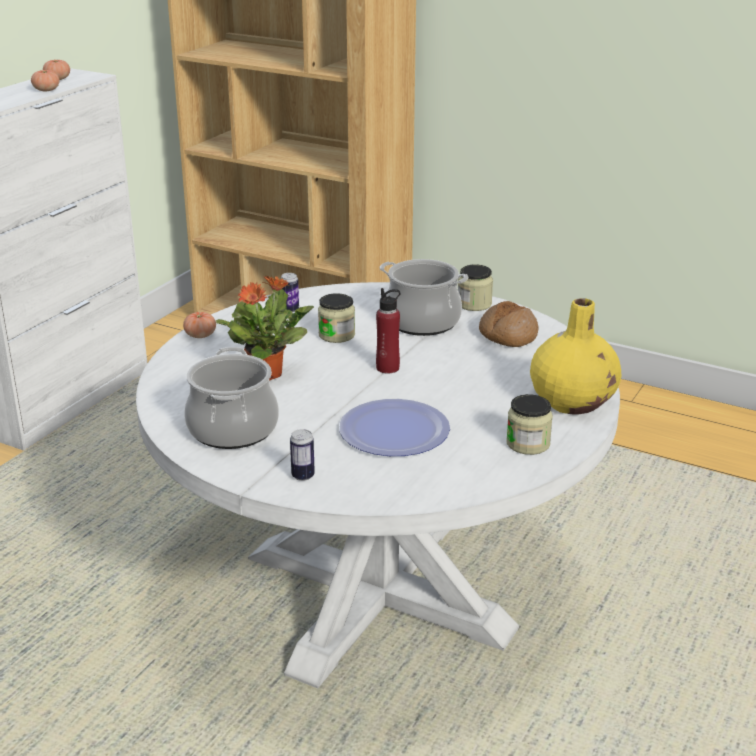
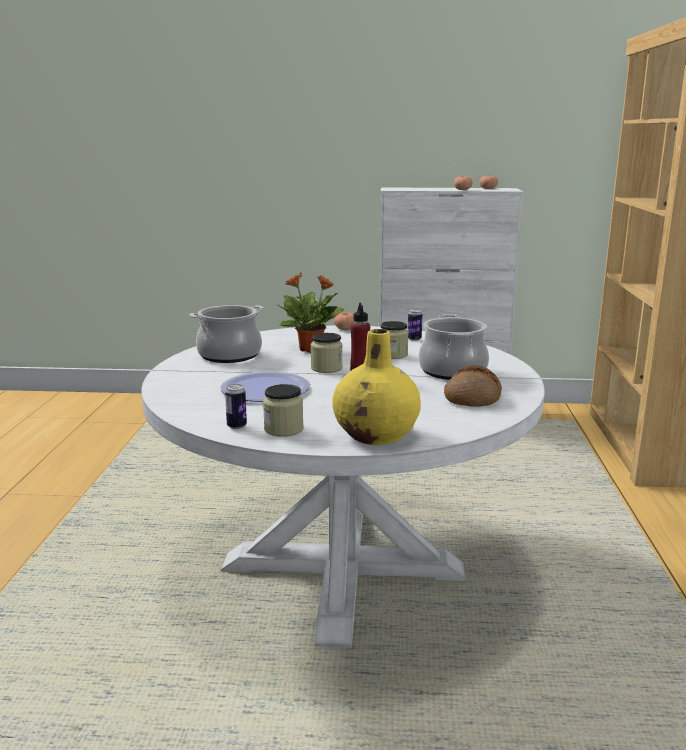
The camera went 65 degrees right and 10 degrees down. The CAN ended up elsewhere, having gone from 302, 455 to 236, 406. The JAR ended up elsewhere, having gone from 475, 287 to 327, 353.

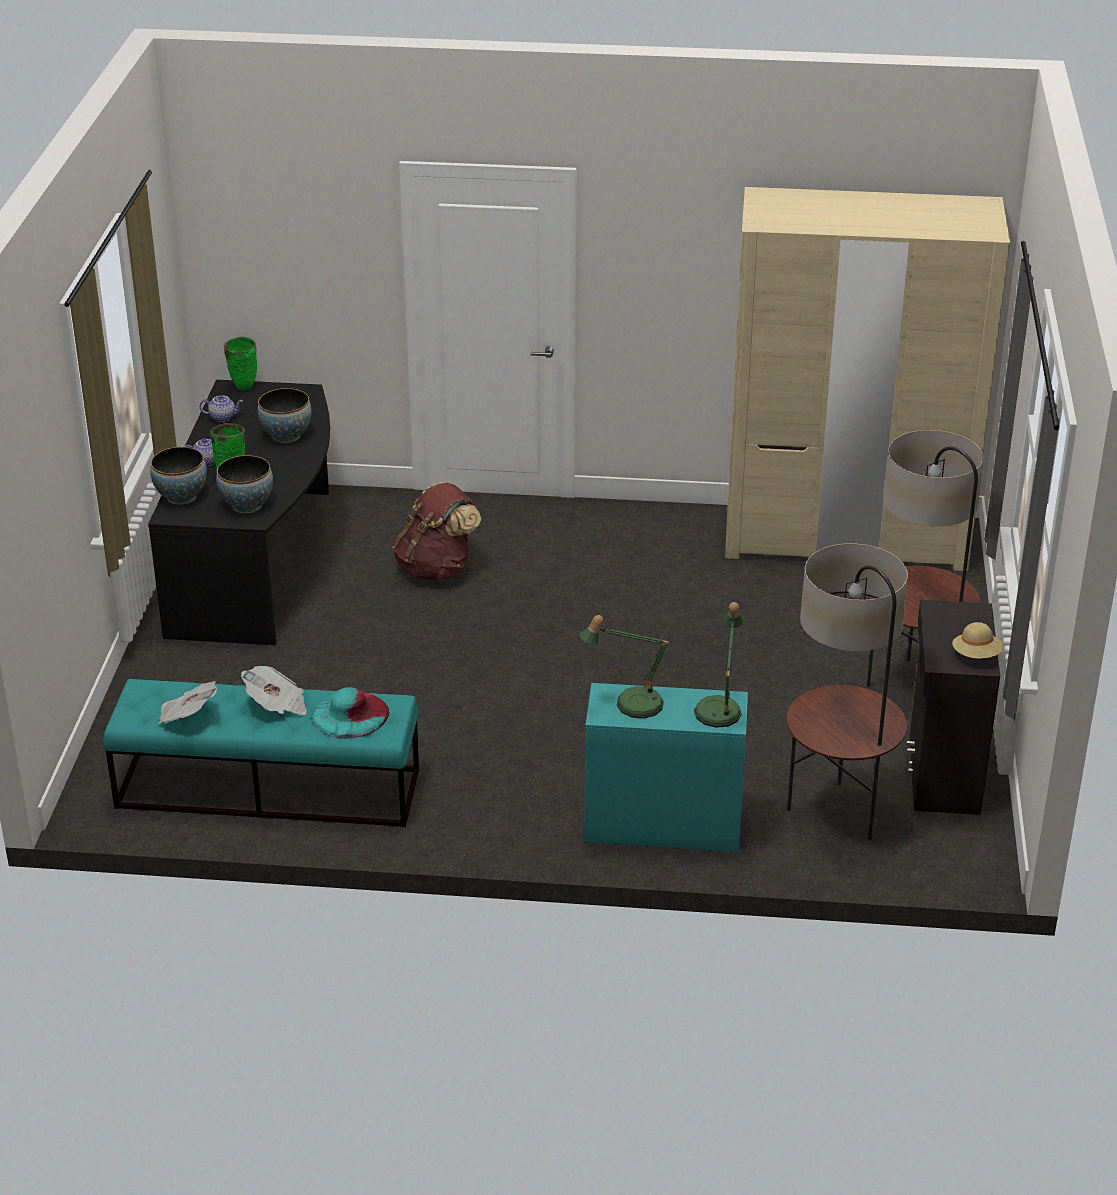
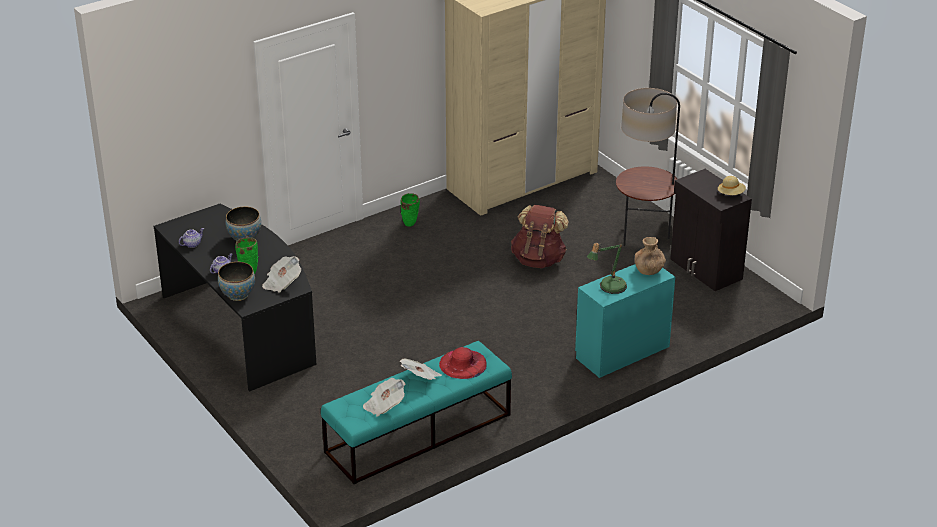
The camera went 40 degrees left and 0 degrees up. Where the BOWL stood at 244, 484, the NEWSPAPER came to stand at 281, 274. The GREEN VASE ended up elsewhere, having gone from 240, 364 to 410, 210. What was the TURQUOISE HAT at 350, 713 turned into the RED HAT at 463, 363. The BROWN BACKPACK ended up elsewhere, having gone from 436, 531 to 540, 236. Where the TABLE LAMP stood at 719, 665, the BROWN VASE came to stand at 650, 256. The second view lost the FLOOR LAMP at 847, 692.

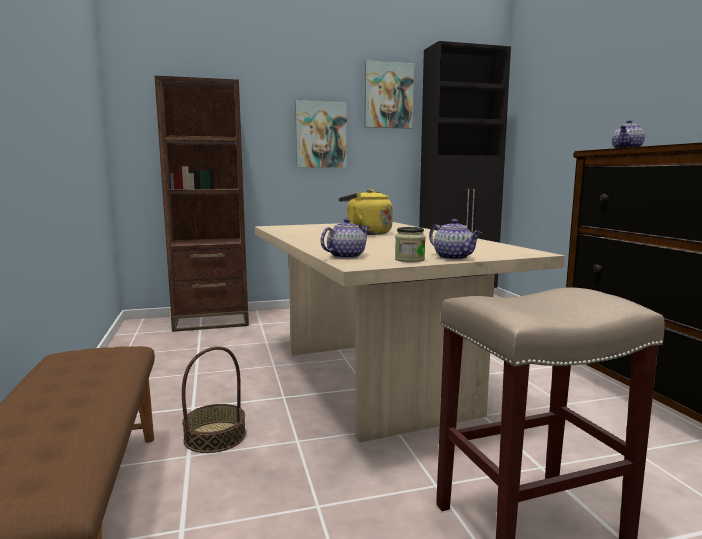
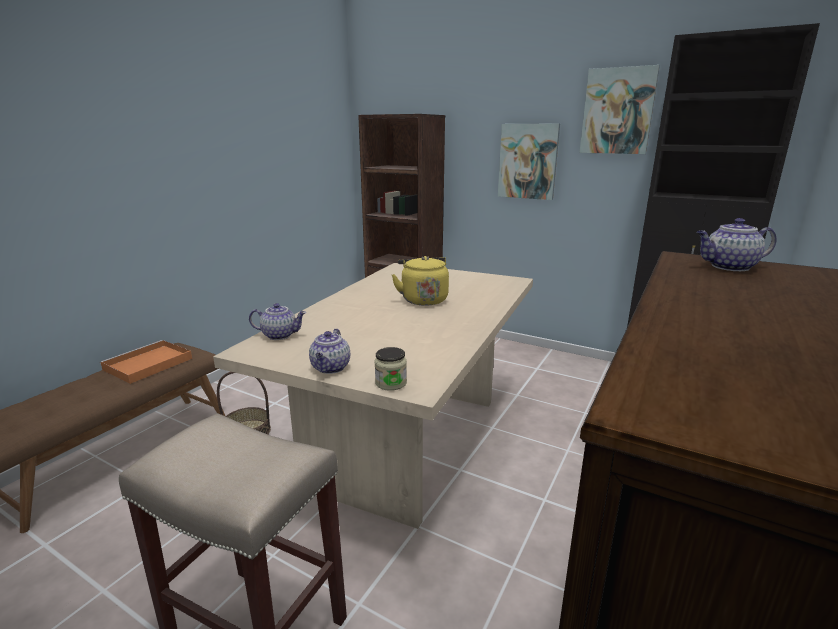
The camera went 45 degrees right and 10 degrees up. The JAR ended up elsewhere, having gone from 410, 244 to 391, 369. The second view gained the ORANGE TRAY at 146, 362.

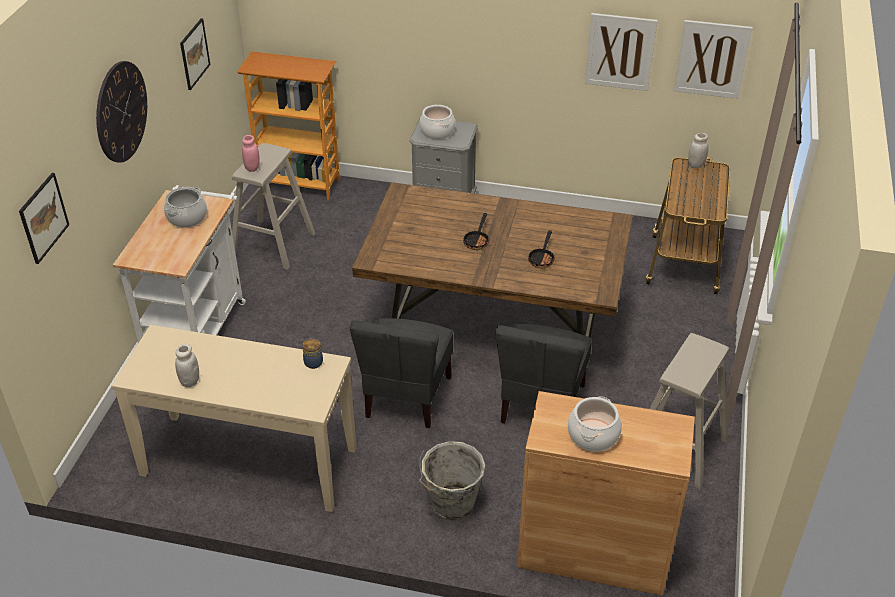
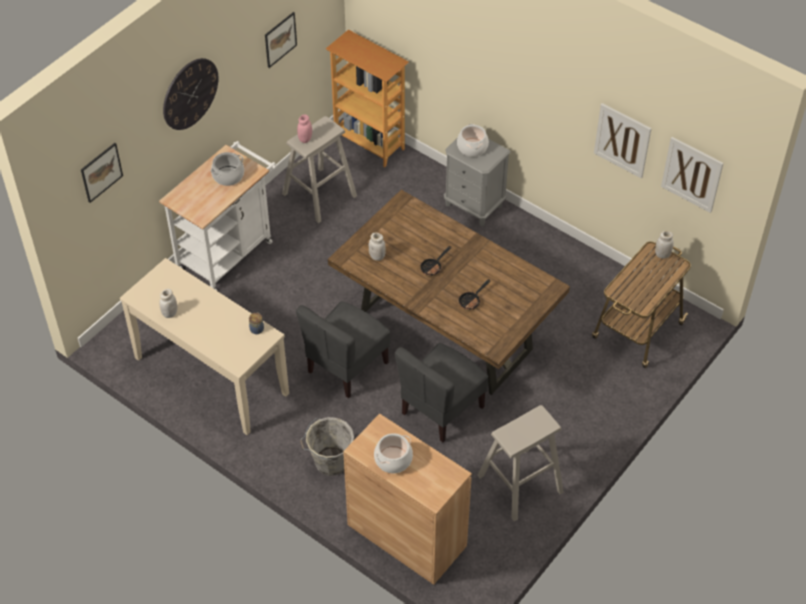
The camera went 25 degrees right and 10 degrees up. The second view gained the WHITE JAR at 377, 246.

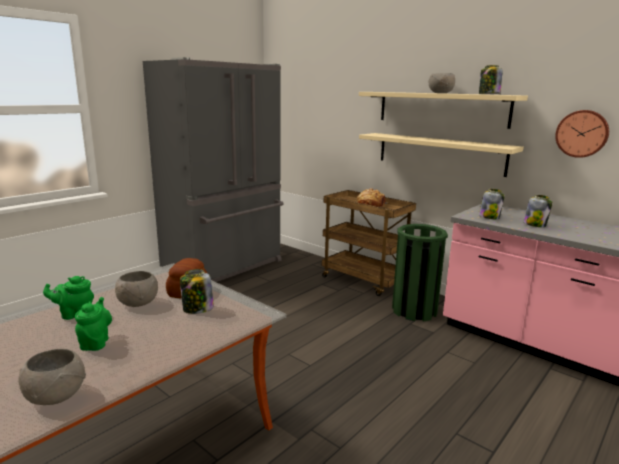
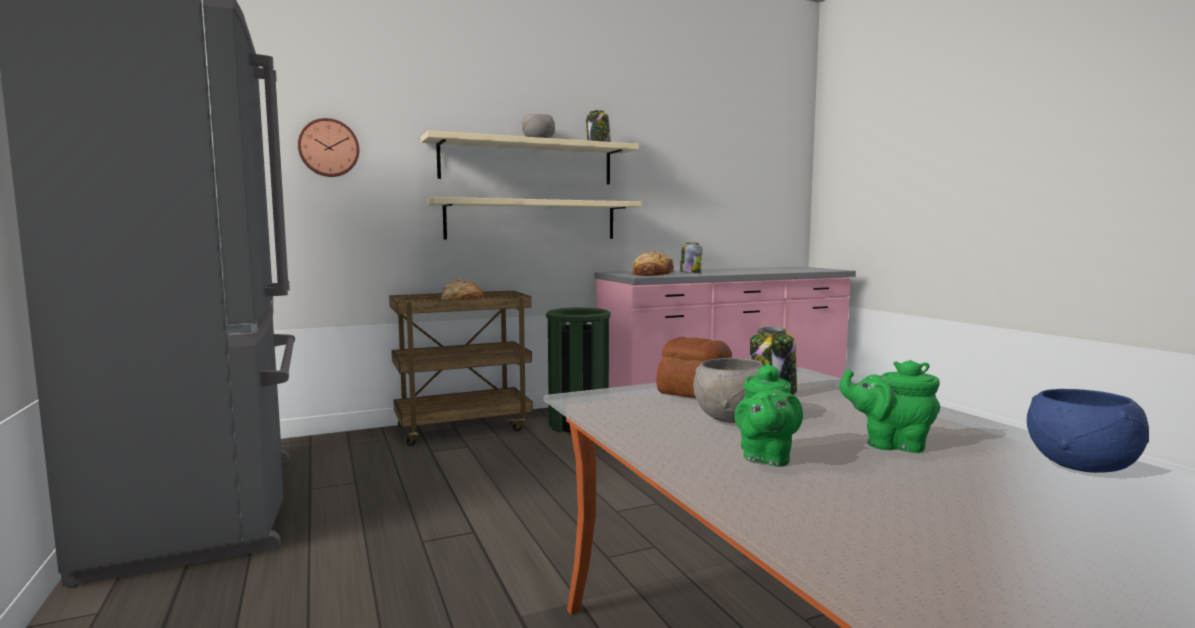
The camera went 65 degrees left and 10 degrees down. What was the GREY BOWL at 52, 377 turned into the BLUE BOWL at 1088, 431. Where the JAR stood at 492, 204, the BREAD came to stand at 654, 263. The WALL CLOCK ended up elsewhere, having gone from 582, 134 to 328, 147.

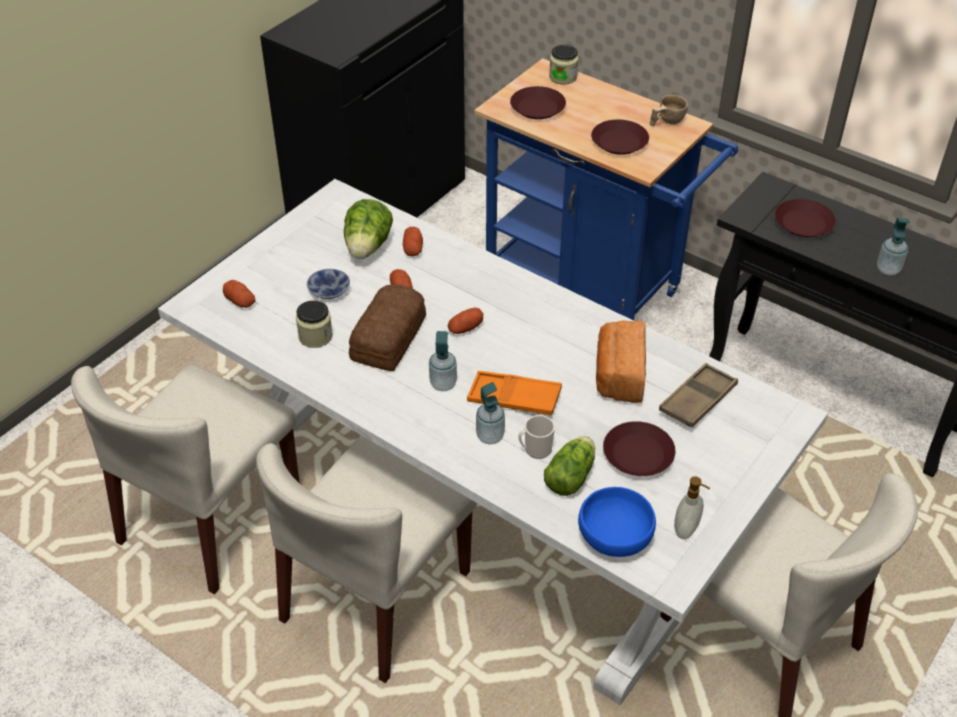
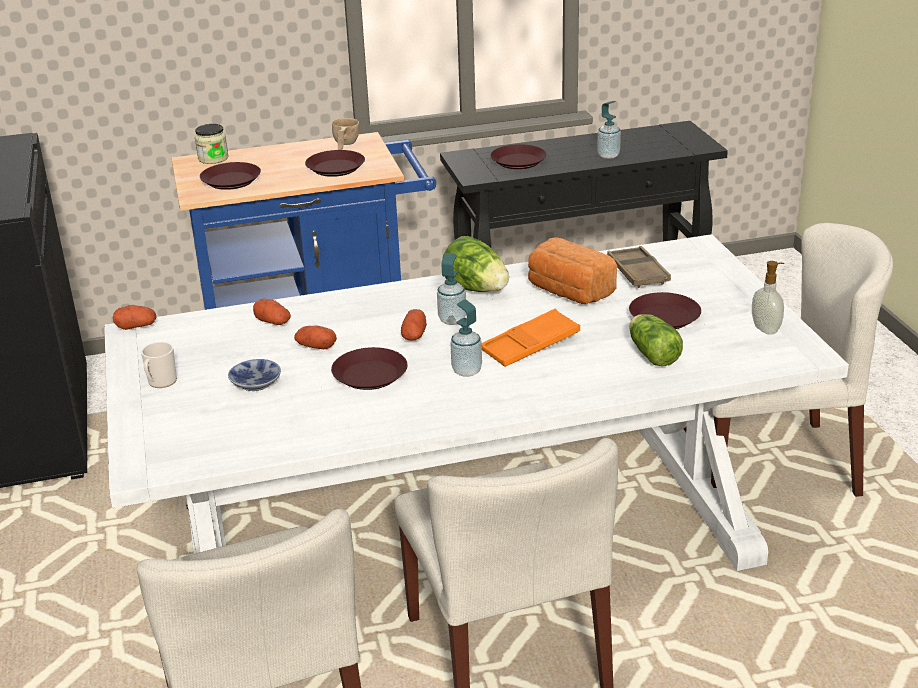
The camera went 50 degrees left and 15 degrees down. The POTATO ended up elsewhere, having gone from 239, 294 to 135, 317. The second view lost the JAR at 314, 324. The LETTUCE ended up elsewhere, having gone from 368, 229 to 476, 264. Where the BREAD stood at 387, 328, the BROWN PLATE came to stand at 369, 368. The SOAP DISPENSER ended up elsewhere, having gone from 490, 413 to 451, 289. The MUG ended up elsewhere, having gone from 536, 437 to 159, 365. The second view lost the BLUE BOWL at 617, 522.

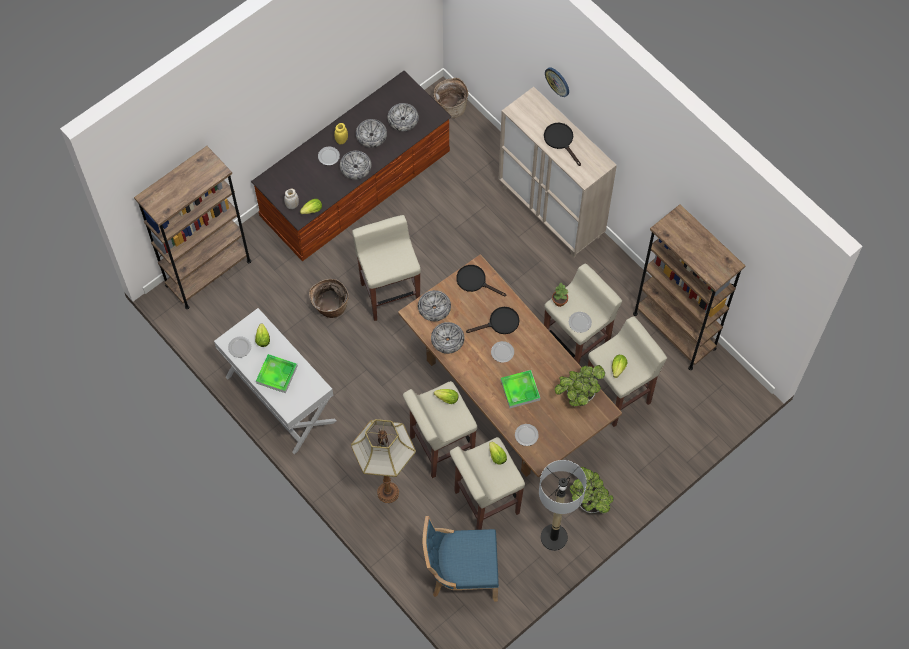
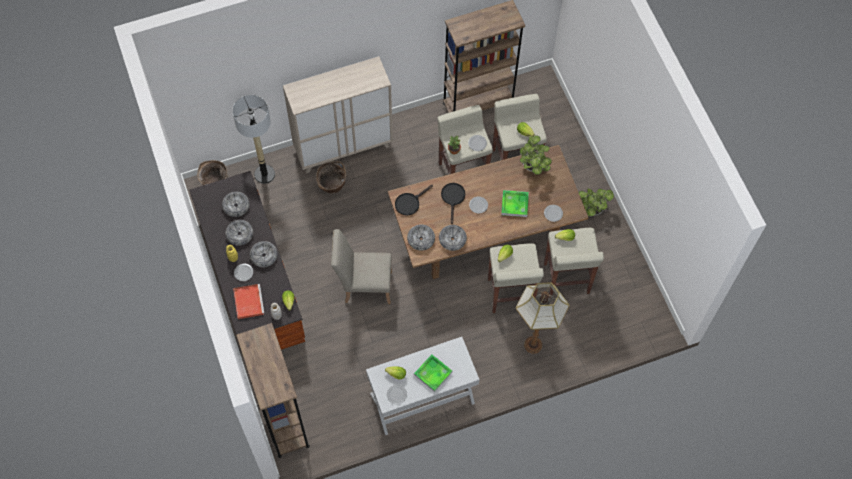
The camera went 70 degrees left and 0 degrees up. The BASKET ended up elsewhere, having gone from 329, 298 to 331, 177. Where the BEIGE STOOL stood at 386, 268, the BEIGE CHAIR came to stand at 361, 266. The second view lost the BLUE CHAIR at 460, 558. The FLOOR LAMP ended up elsewhere, having gone from 563, 505 to 253, 139. The second view lost the BLACK FRYING PAN at 562, 144. The second view lost the WALL CLOCK at 557, 82. The second view gained the RED TRAY at 248, 301.

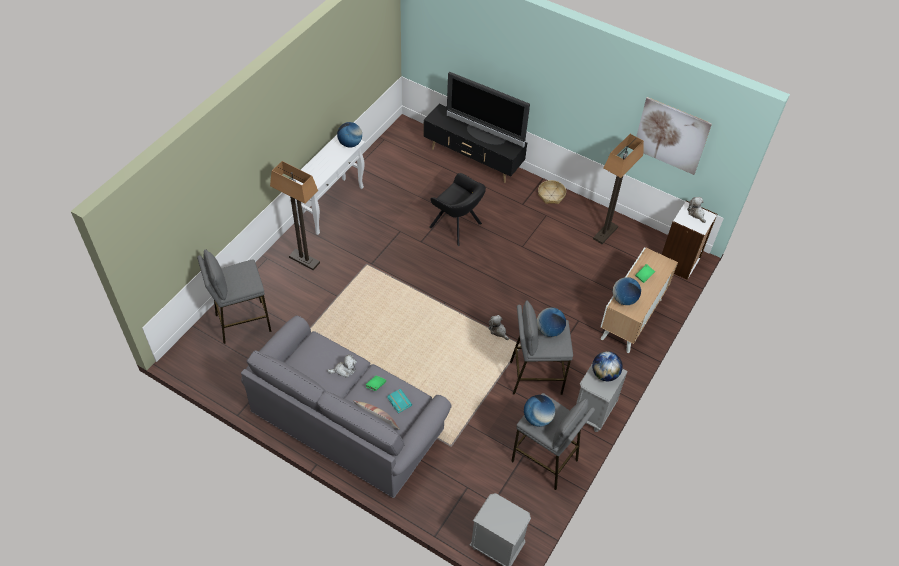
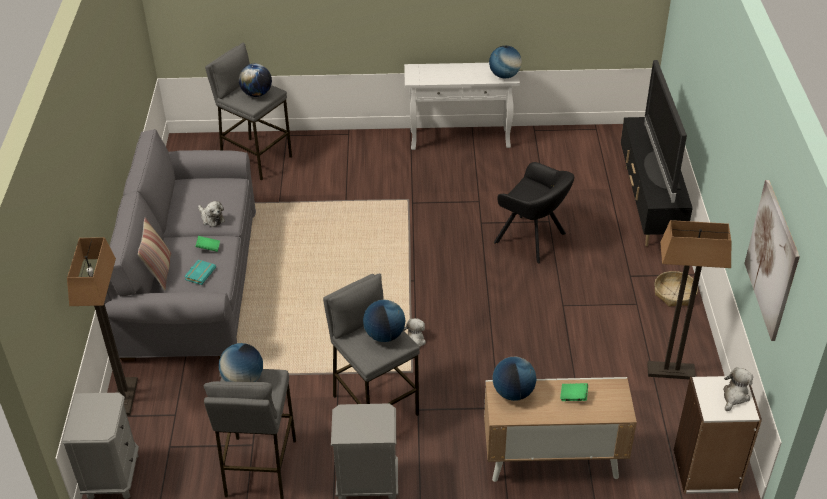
The camera went 60 degrees right and 10 degrees down. The FLOOR LAMP ended up elsewhere, having gone from 295, 215 to 102, 326. The BLACK ARMCHAIR at 457, 209 ended up facing another way, 60 degrees counterclockwise from before. The GLOBE ended up elsewhere, having gone from 607, 366 to 255, 80.

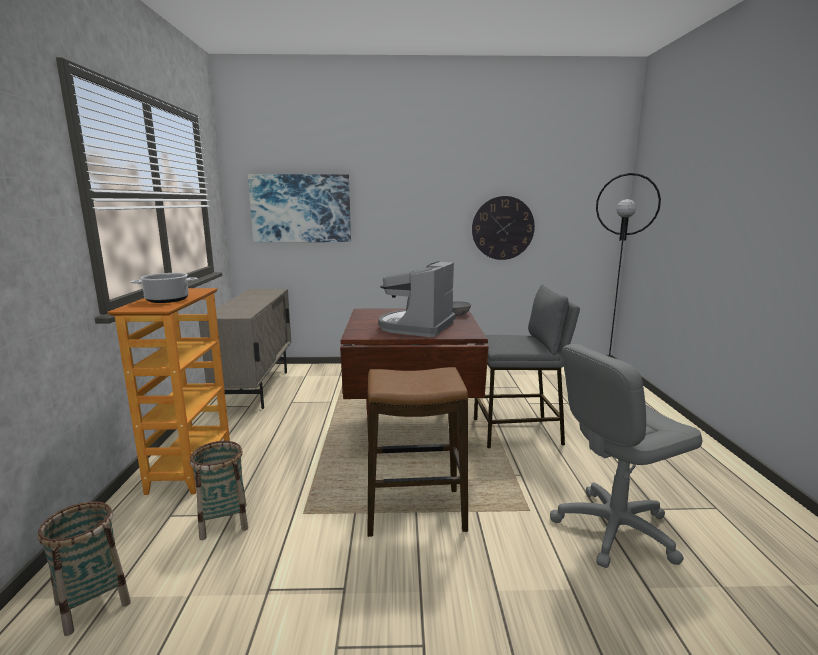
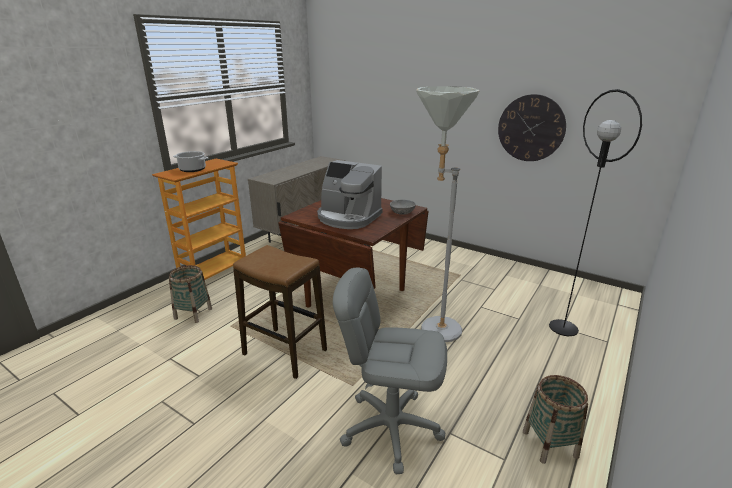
The camera went 35 degrees right and 10 degrees up. The BASKET ended up elsewhere, having gone from 84, 568 to 555, 419. The second view lost the PICTURE at 299, 208. The COFFEE MACHINE at 417, 299 ended up facing another way, 120 degrees counterclockwise from before. Where the GREY STOOL stood at 527, 366, the GREY FLOOR LAMP came to stand at 447, 214.

